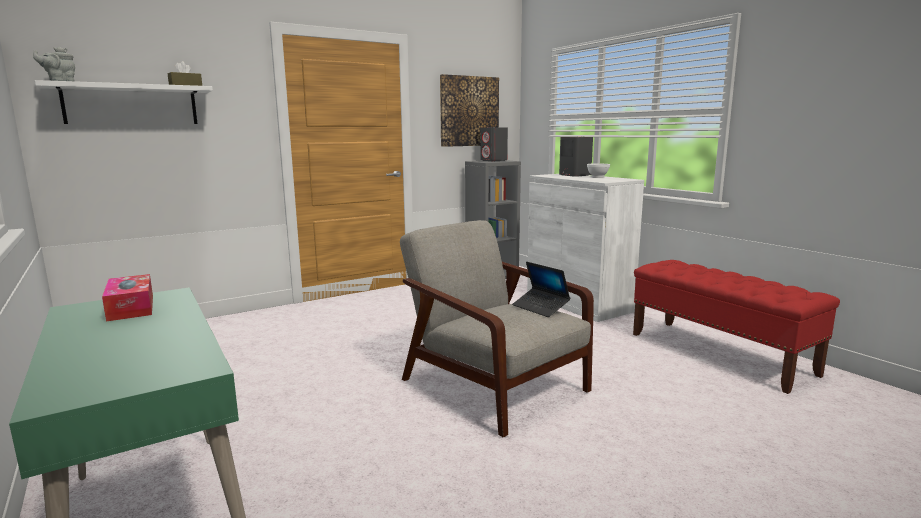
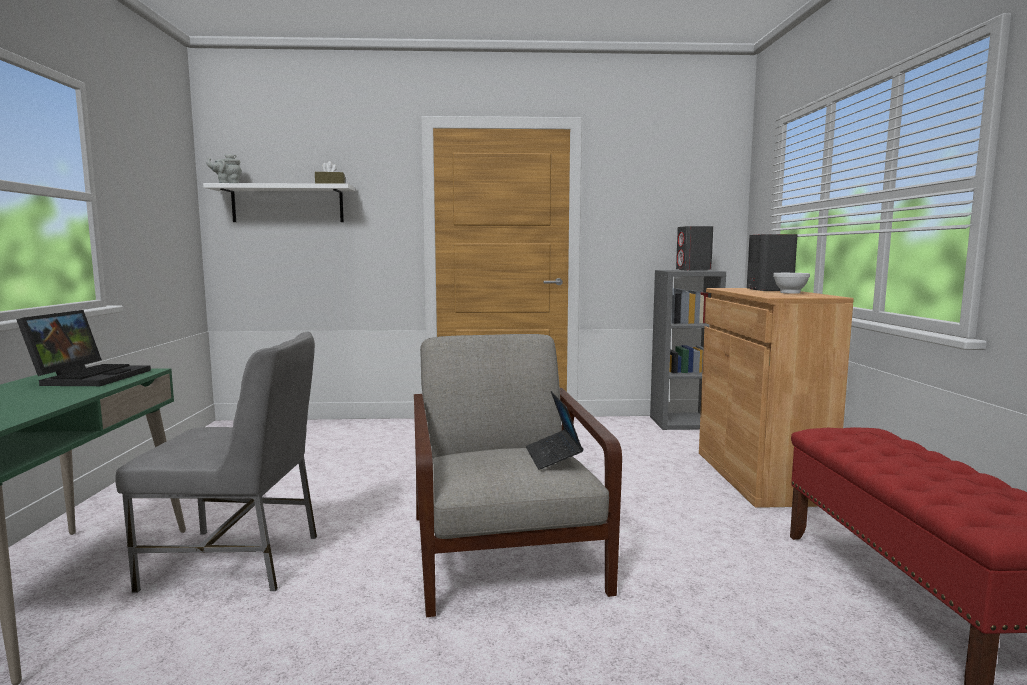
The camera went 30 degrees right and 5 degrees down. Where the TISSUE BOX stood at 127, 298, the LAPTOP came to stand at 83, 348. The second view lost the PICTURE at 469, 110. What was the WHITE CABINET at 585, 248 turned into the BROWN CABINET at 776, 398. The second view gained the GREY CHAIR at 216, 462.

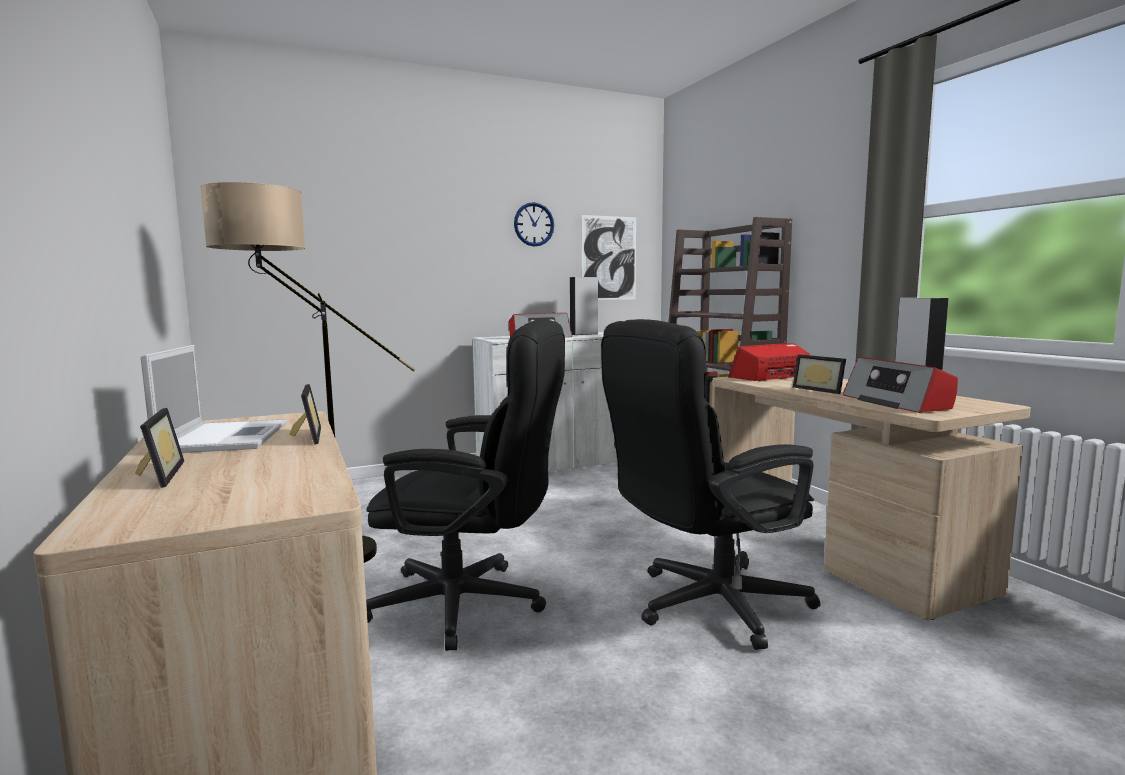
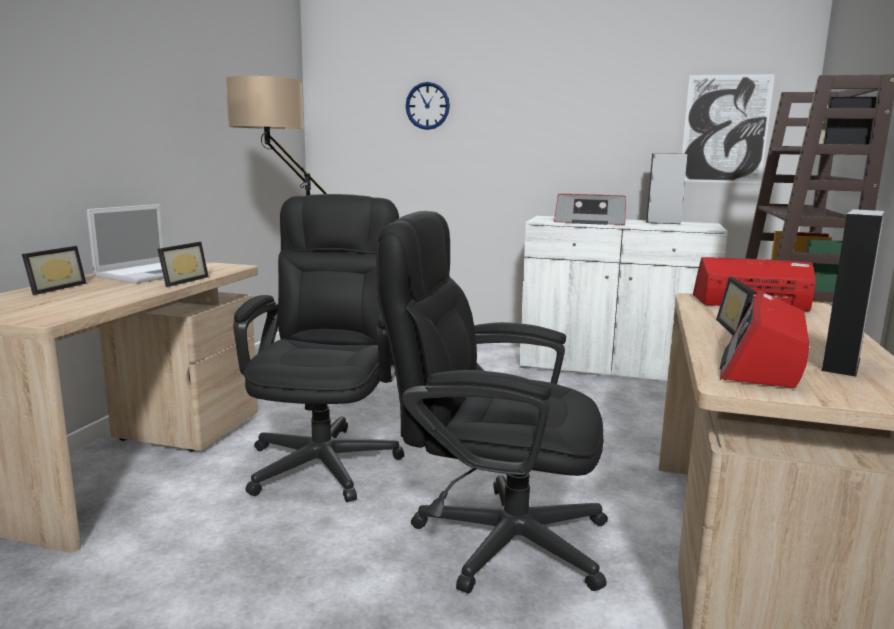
The camera went 40 degrees right and 5 degrees up. The BLACK OFFICE CHAIR at 465, 485 ended up facing another way, 135 degrees counterclockwise from before. The WALL CLOCK ended up elsewhere, having gone from 534, 224 to 428, 106.

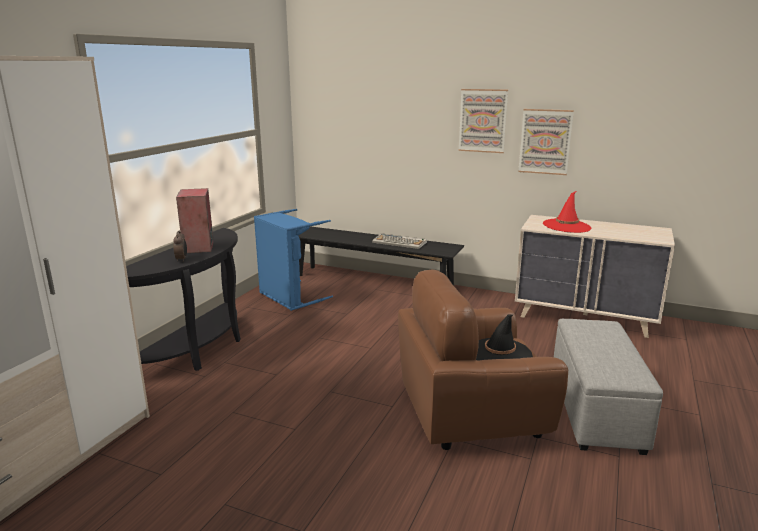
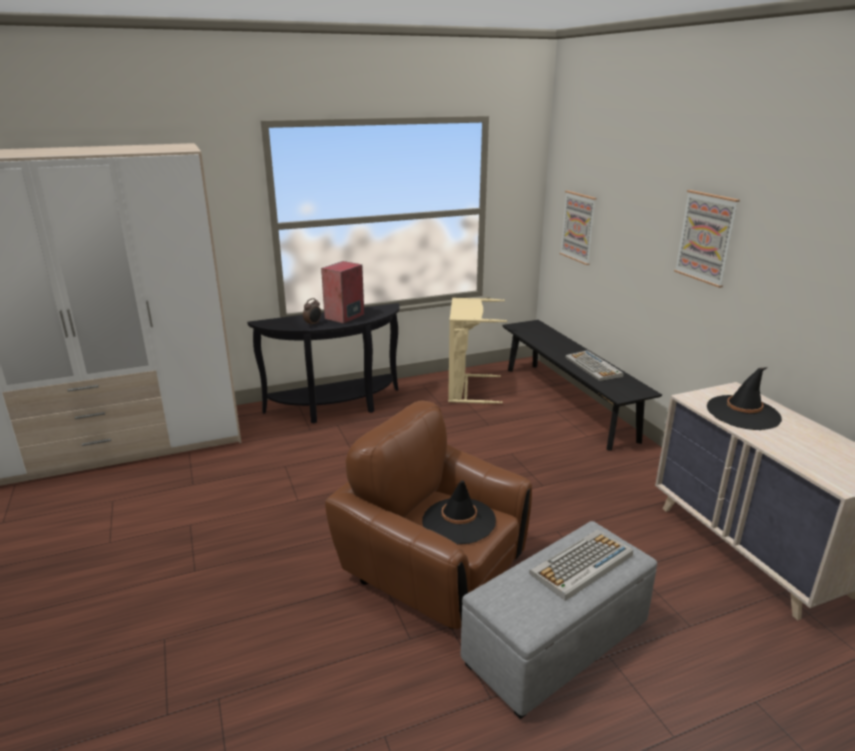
The camera went 45 degrees right and 5 degrees up. What was the BLUE LAUNDRY BASKET at 293, 260 turned into the BEIGE LAUNDRY BASKET at 477, 351. The PICTURE ended up elsewhere, having gone from 546, 142 to 578, 228. What was the RED HAT at 567, 212 turned into the BLACK HAT at 744, 398. The second view gained the KEYBOARD at 581, 565.

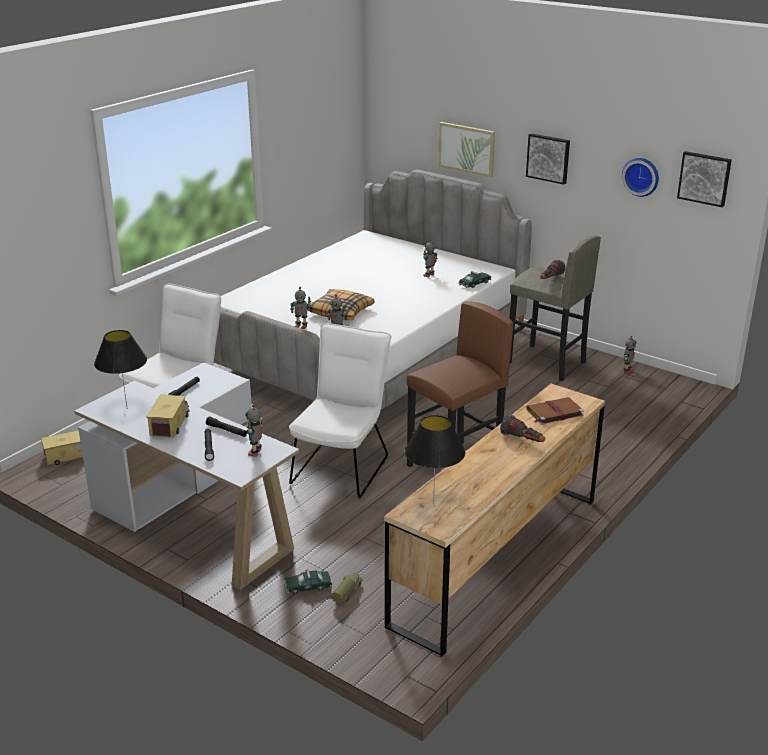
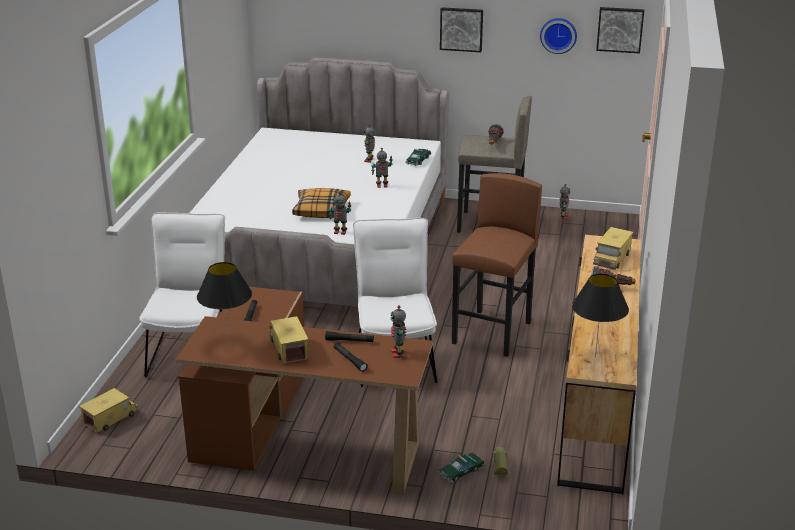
The camera went 25 degrees left and 0 degrees up. What was the WHITE DESK at 186, 476 turned into the BROWN DESK at 304, 390. The TOY ROBOT ended up elsewhere, having gone from 300, 308 to 382, 168. The second view lost the PICTURE at 466, 149. Where the BROWN BOOK stood at 555, 411, the TOY TRUCK came to stand at 613, 248.

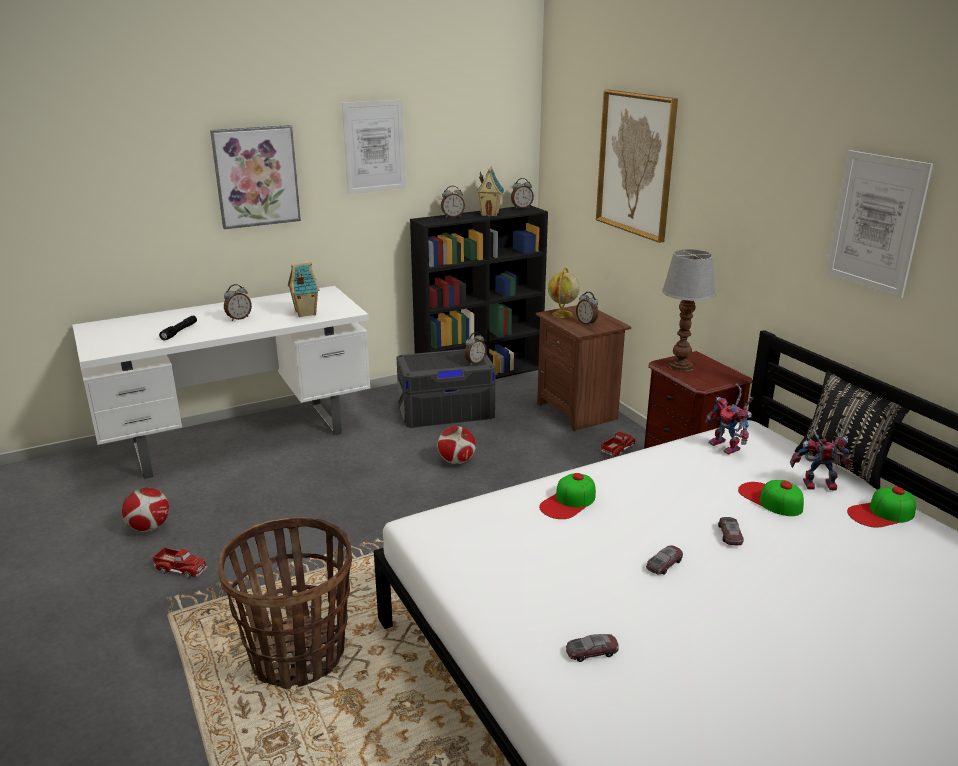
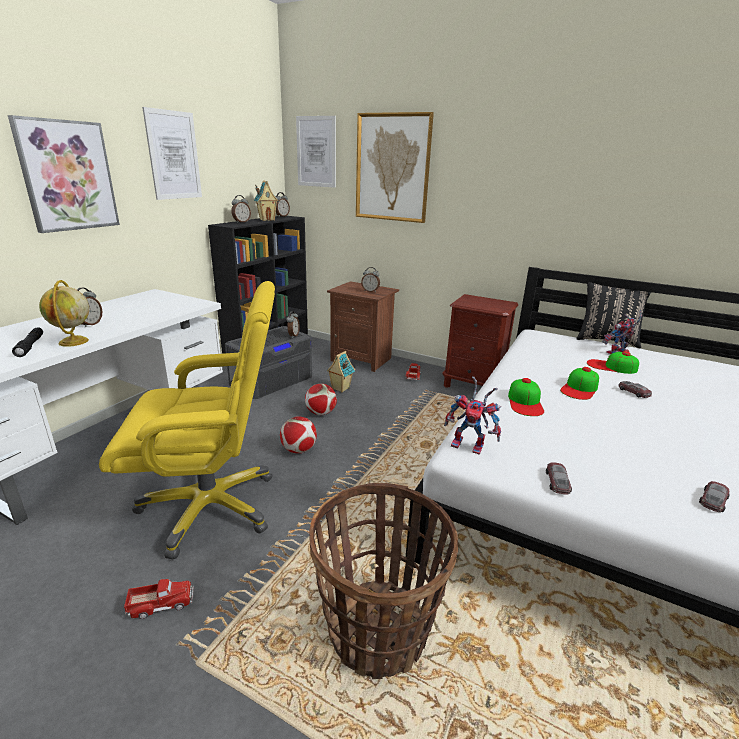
The camera went 35 degrees left and 0 degrees up. The FOOTBALL ended up elsewhere, having gone from 145, 510 to 298, 434. The TOY HOUSE ended up elsewhere, having gone from 303, 289 to 341, 372. The GLOBE ended up elsewhere, having gone from 564, 292 to 64, 313. The TOY CAR ended up elsewhere, having gone from 664, 560 to 559, 478. The second view lost the TABLE LAMP at 689, 310. The TOY ROBOT ended up elsewhere, having gone from 729, 419 to 472, 415. The PICTURE ended up elsewhere, having gone from 879, 224 to 316, 152. The CAP ended up elsewhere, having gone from 881, 507 to 579, 383. The second view gained the YELLOW OFFICE CHAIR at 187, 420.

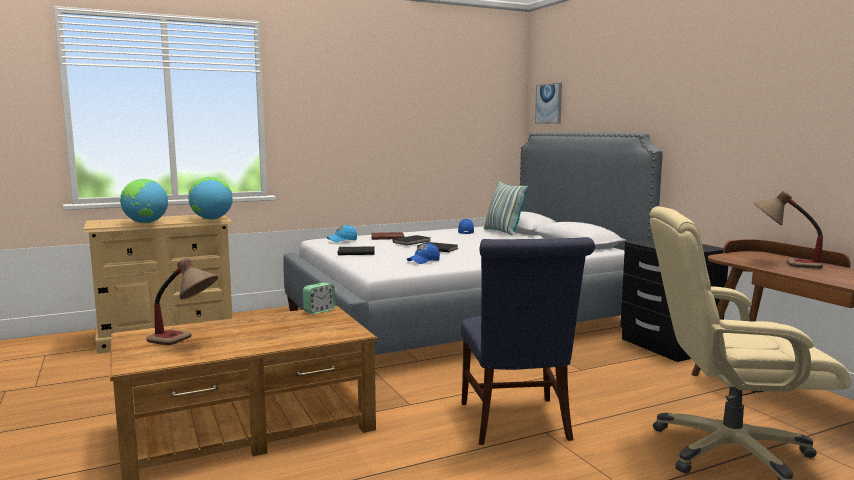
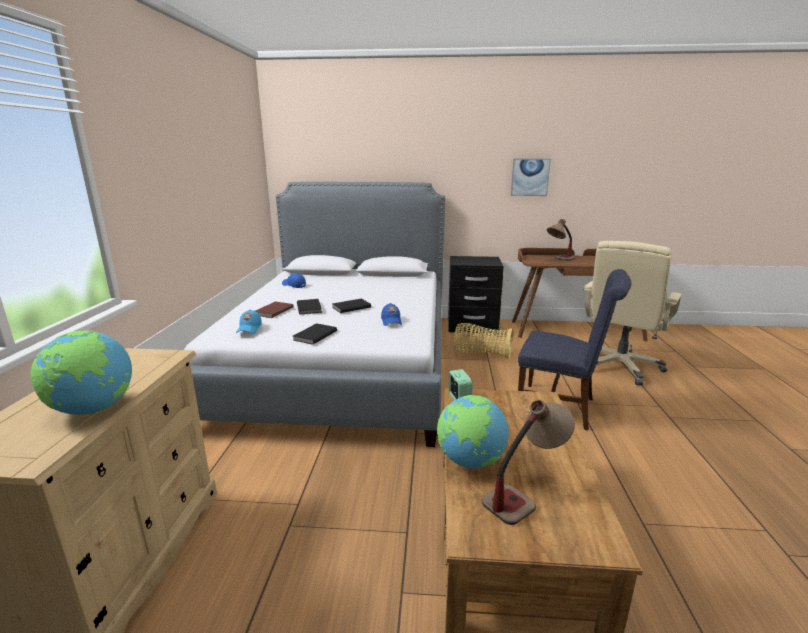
The camera went 60 degrees left and 10 degrees up. The GLOBE ended up elsewhere, having gone from 210, 198 to 473, 432. The second view lost the PILLOW at 506, 208. The PICTURE ended up elsewhere, having gone from 548, 103 to 531, 177. The second view gained the BASKET at 483, 341.

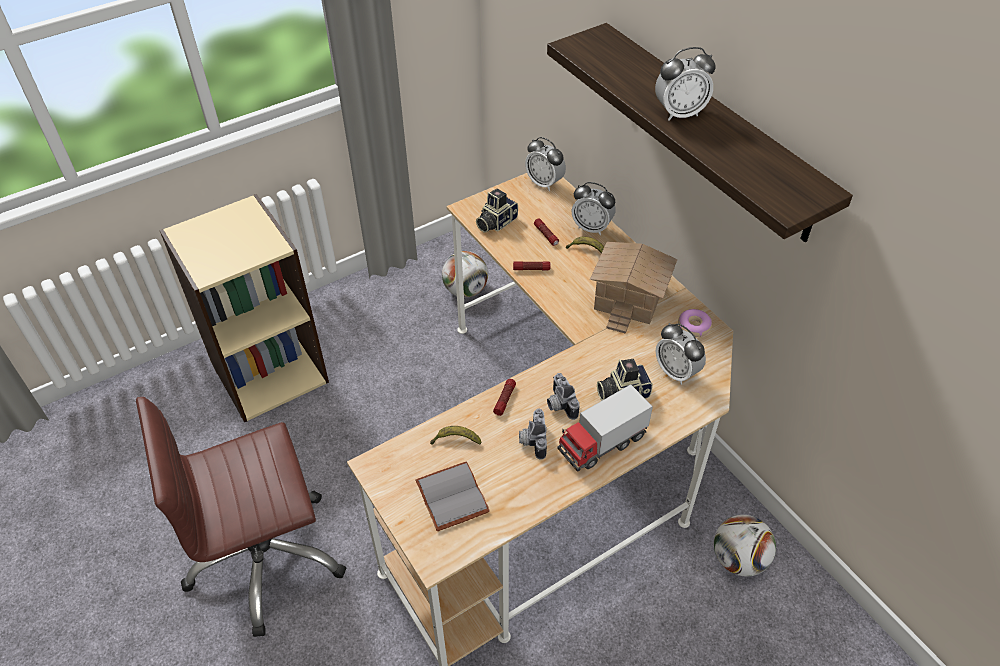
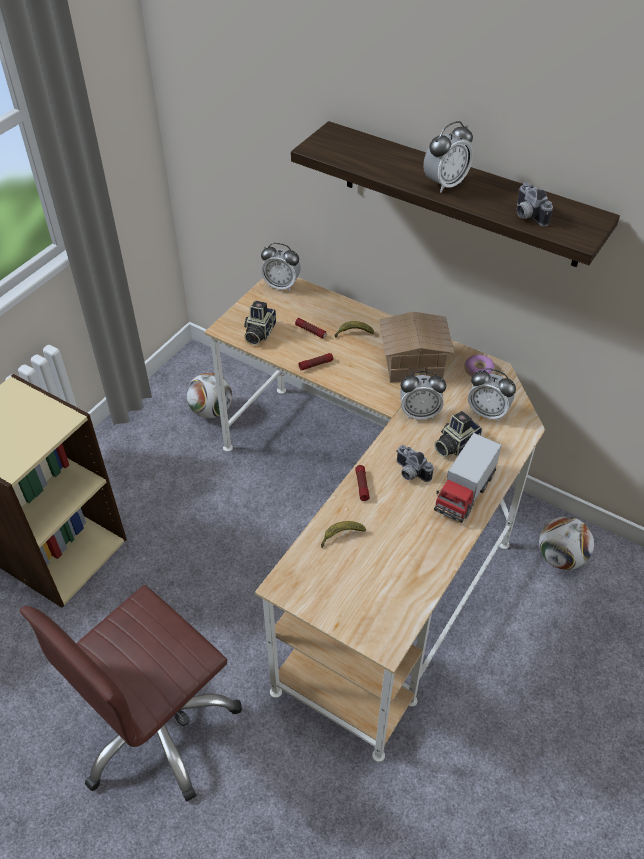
The camera went 25 degrees left and 0 degrees up. The second view lost the GREY BOOK at 452, 496. The PHOTO CAMERA ended up elsewhere, having gone from 533, 434 to 534, 204. The ALARM CLOCK ended up elsewhere, having gone from 593, 209 to 423, 395.

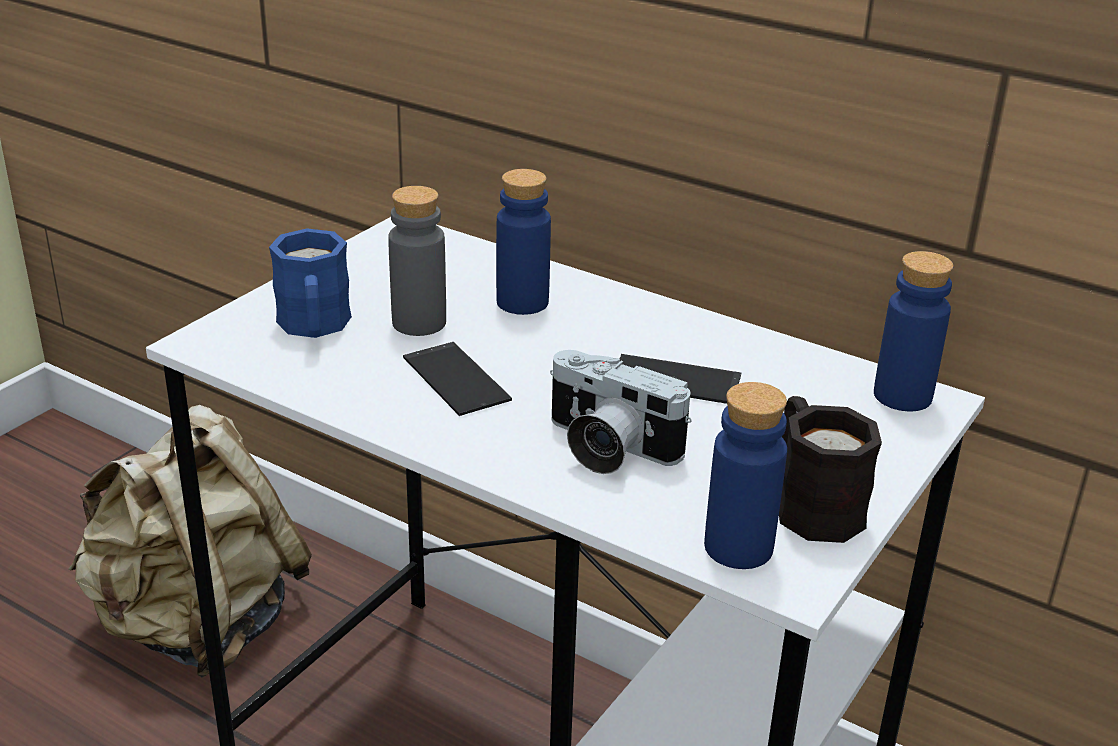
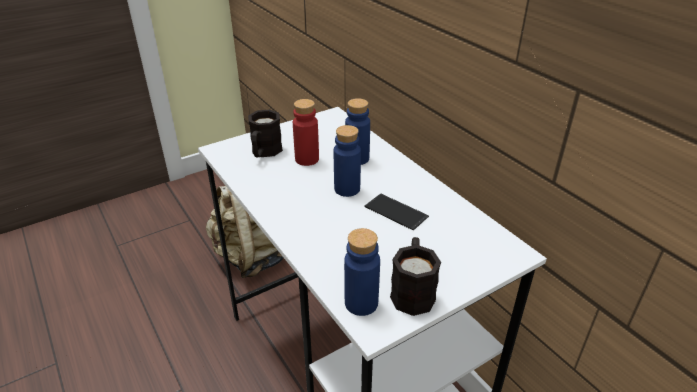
The camera went 25 degrees right and 5 degrees up. What was the BLUE MUG at 310, 283 turned into the BLACK MUG at 265, 134. What was the GREY BOTTLE at 417, 261 turned into the RED BOTTLE at 306, 132. The second view lost the PHONE at 457, 379. The second view lost the PHOTO CAMERA at 621, 412. The BLUE BOTTLE ended up elsewhere, having gone from 913, 331 to 347, 161.

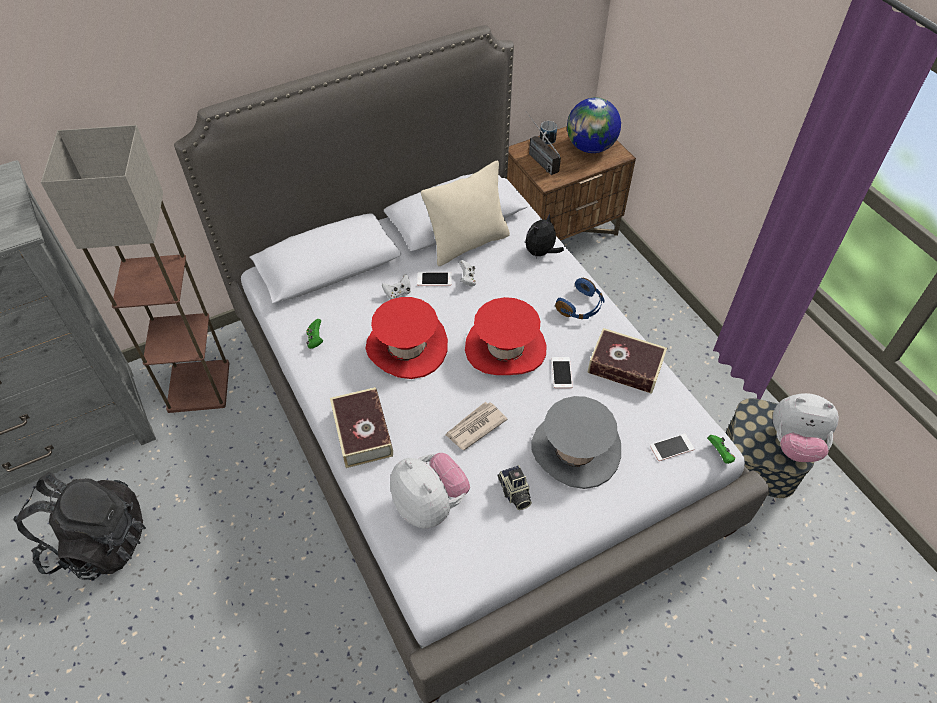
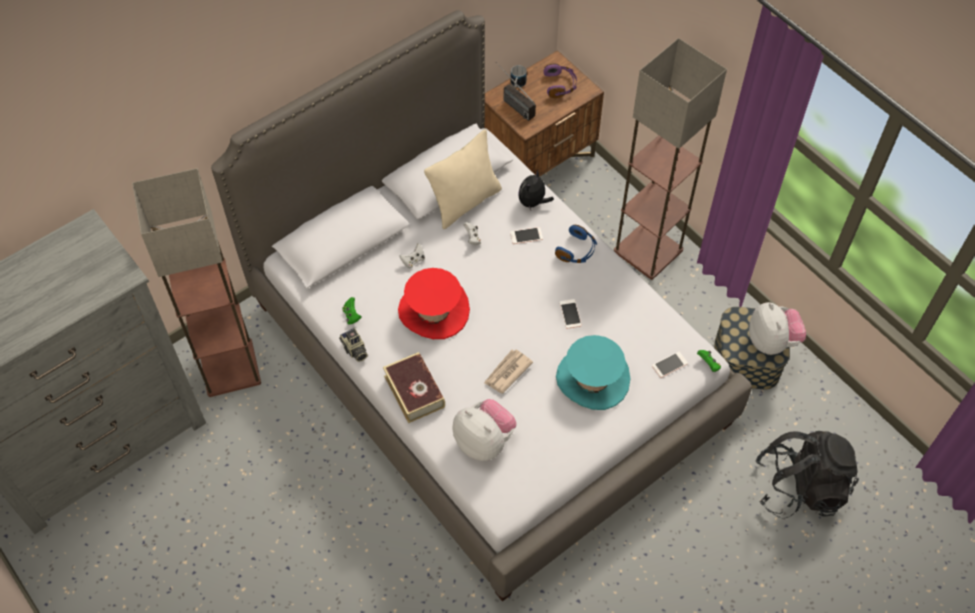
The camera went 10 degrees left and 5 degrees up. The BLACK BACKPACK ended up elsewhere, having gone from 79, 526 to 807, 475. The PHONE ended up elsewhere, having gone from 434, 279 to 526, 235. The second view lost the RED HAT at 506, 336. The PHOTO CAMERA ended up elsewhere, having gone from 514, 487 to 353, 345. What was the GREY HAT at 576, 442 turned into the TURQUOISE HAT at 593, 372. Where the GLOBE stood at 594, 125, the PURPLE HEADPHONES came to stand at 560, 81. The second view lost the BOOK at 627, 361. The PLUSH TOY at 806, 427 ended up facing another way, 105 degrees counterclockwise from before. The second view gained the FLOOR LAMP at 670, 159.

